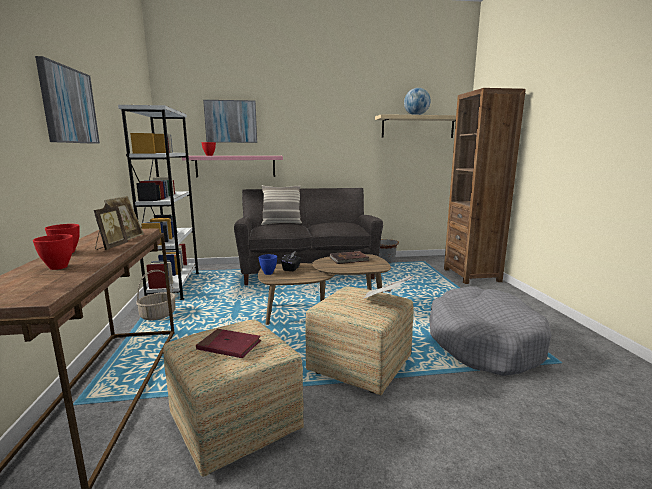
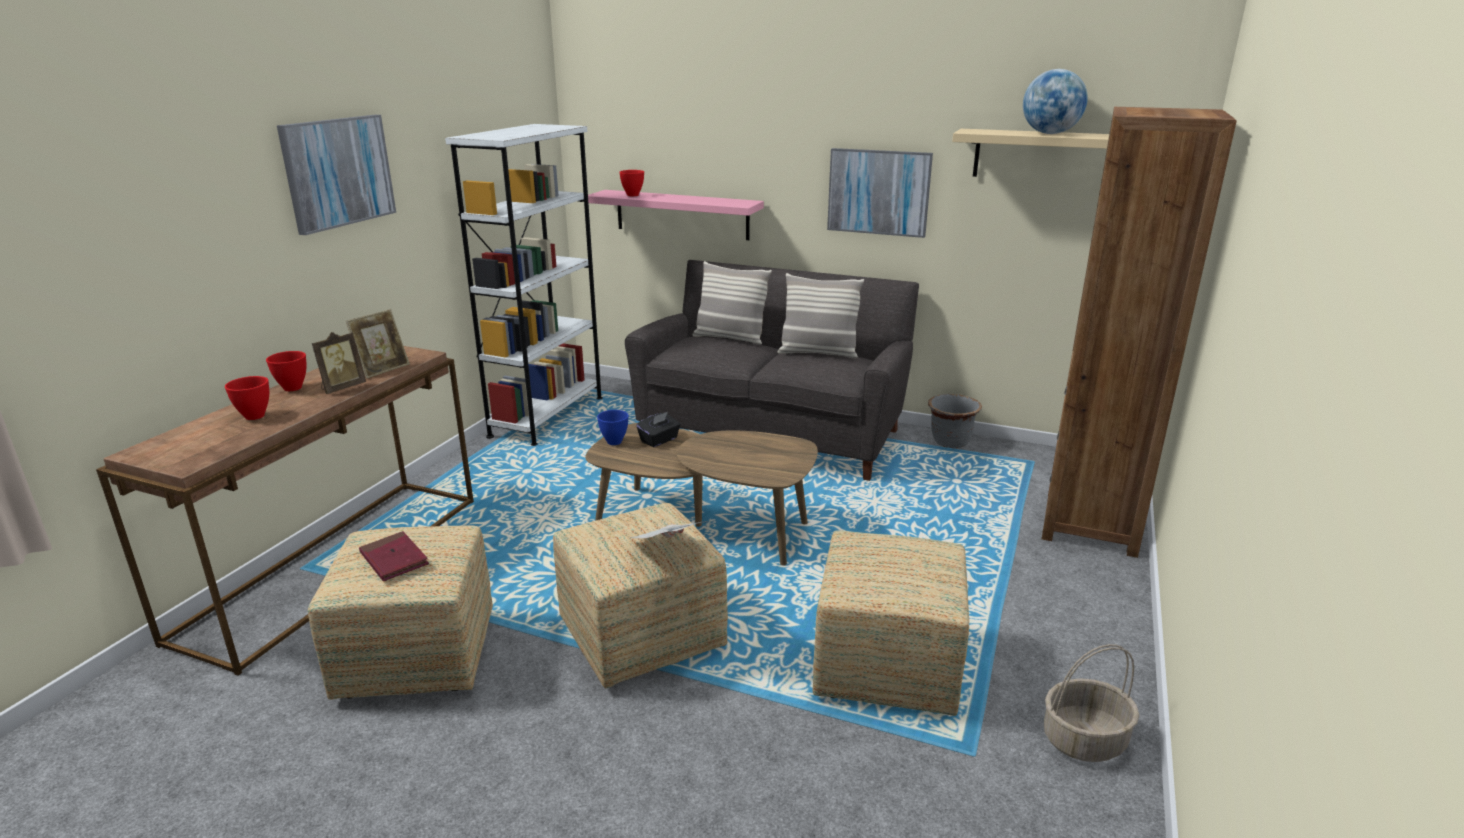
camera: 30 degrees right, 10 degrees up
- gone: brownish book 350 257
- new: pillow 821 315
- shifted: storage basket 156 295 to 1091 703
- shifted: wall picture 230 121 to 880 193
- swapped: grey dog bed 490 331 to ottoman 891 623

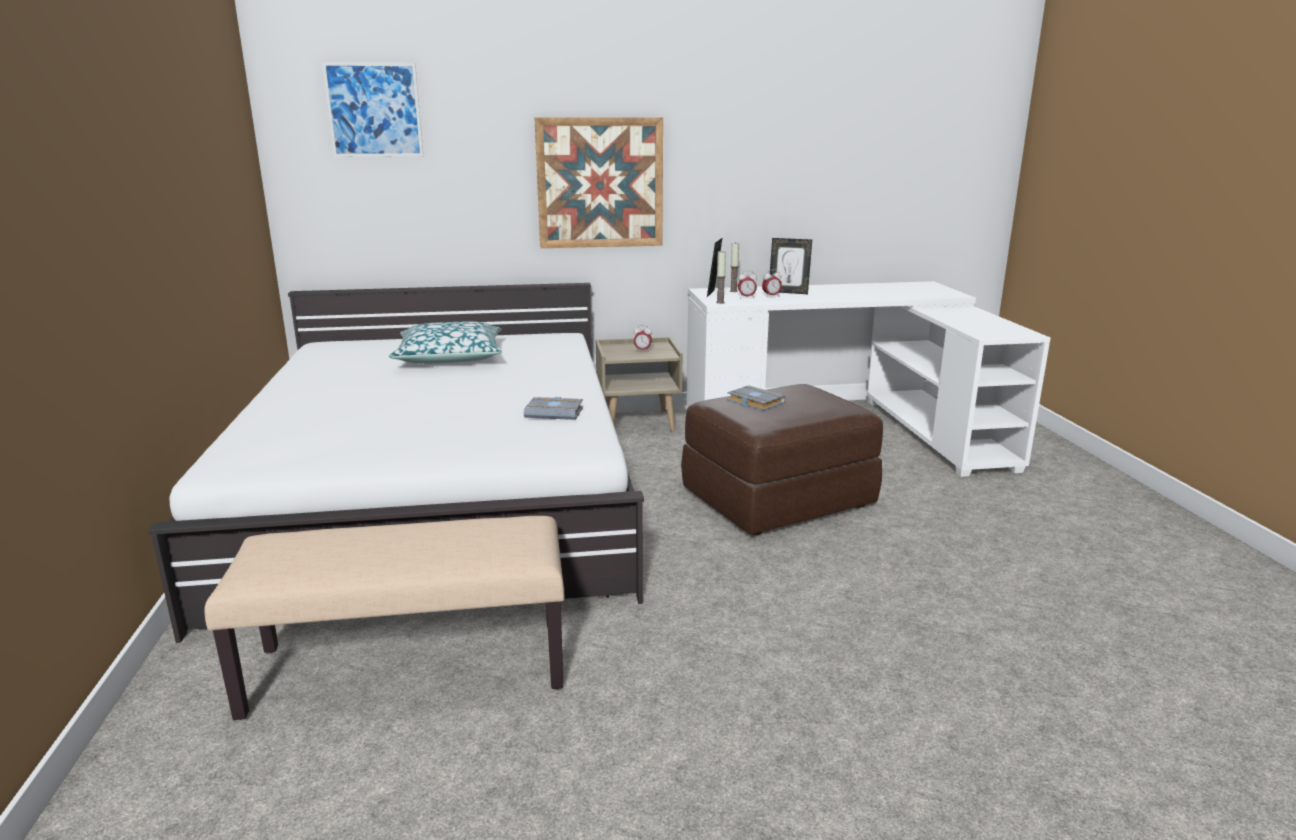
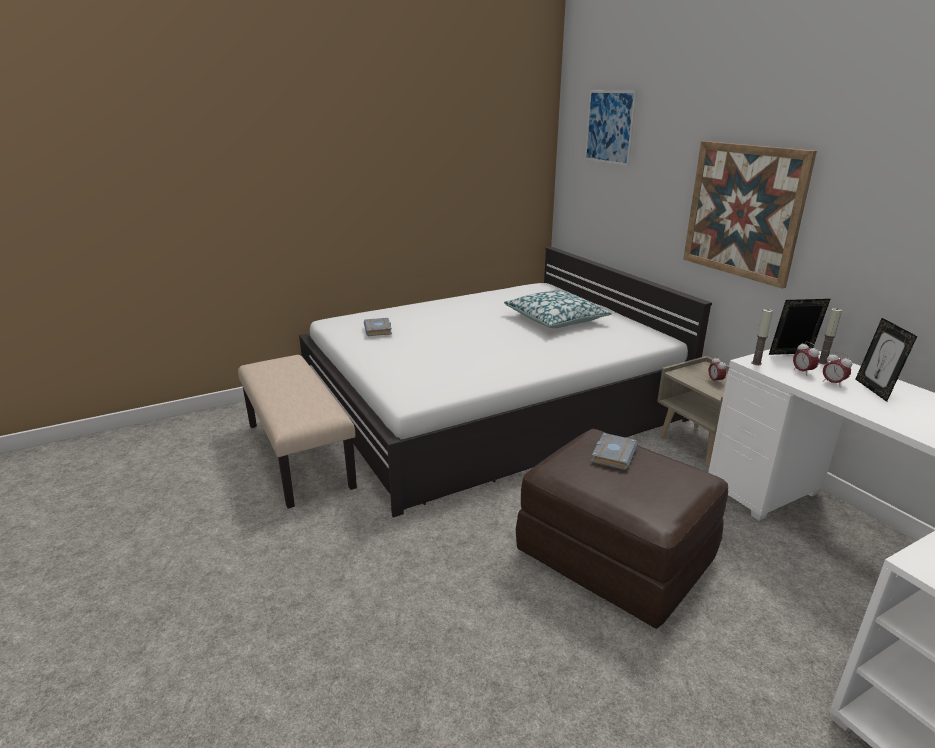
camera: 70 degrees right, 5 degrees up
- shifted: grey book 553 408 to 378 327

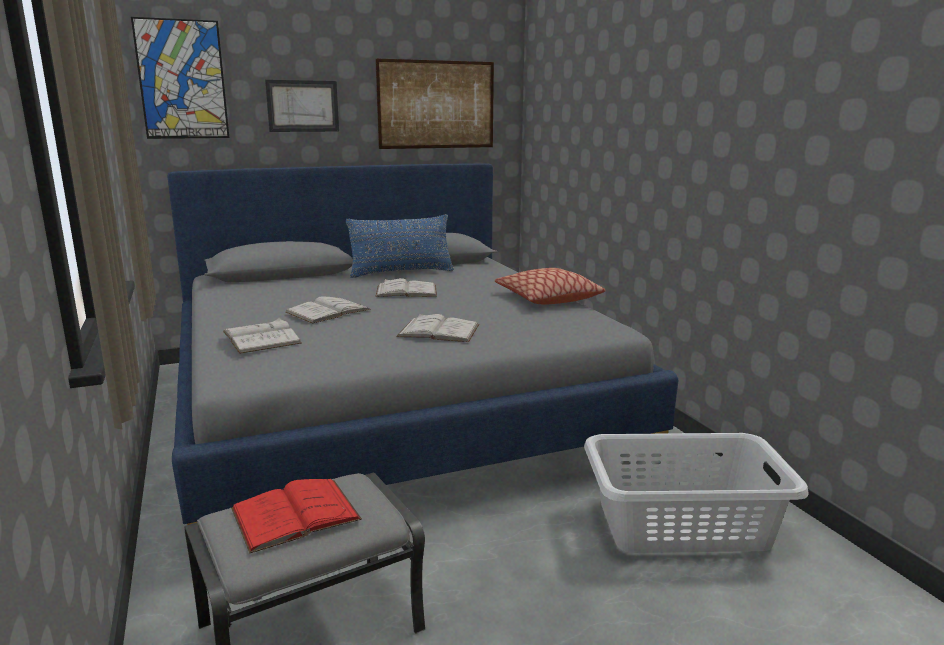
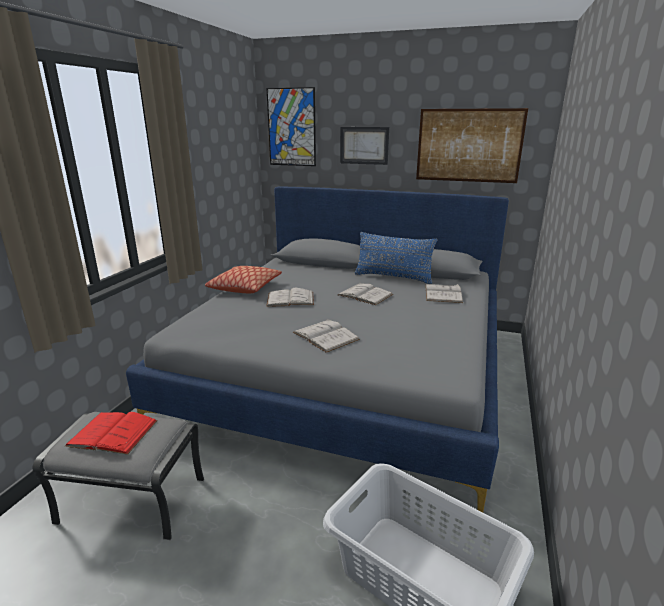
camera: 40 degrees right, 5 degrees up
- shifted: white book 262 335 to 444 293
- shifted: pillow 550 286 to 243 279

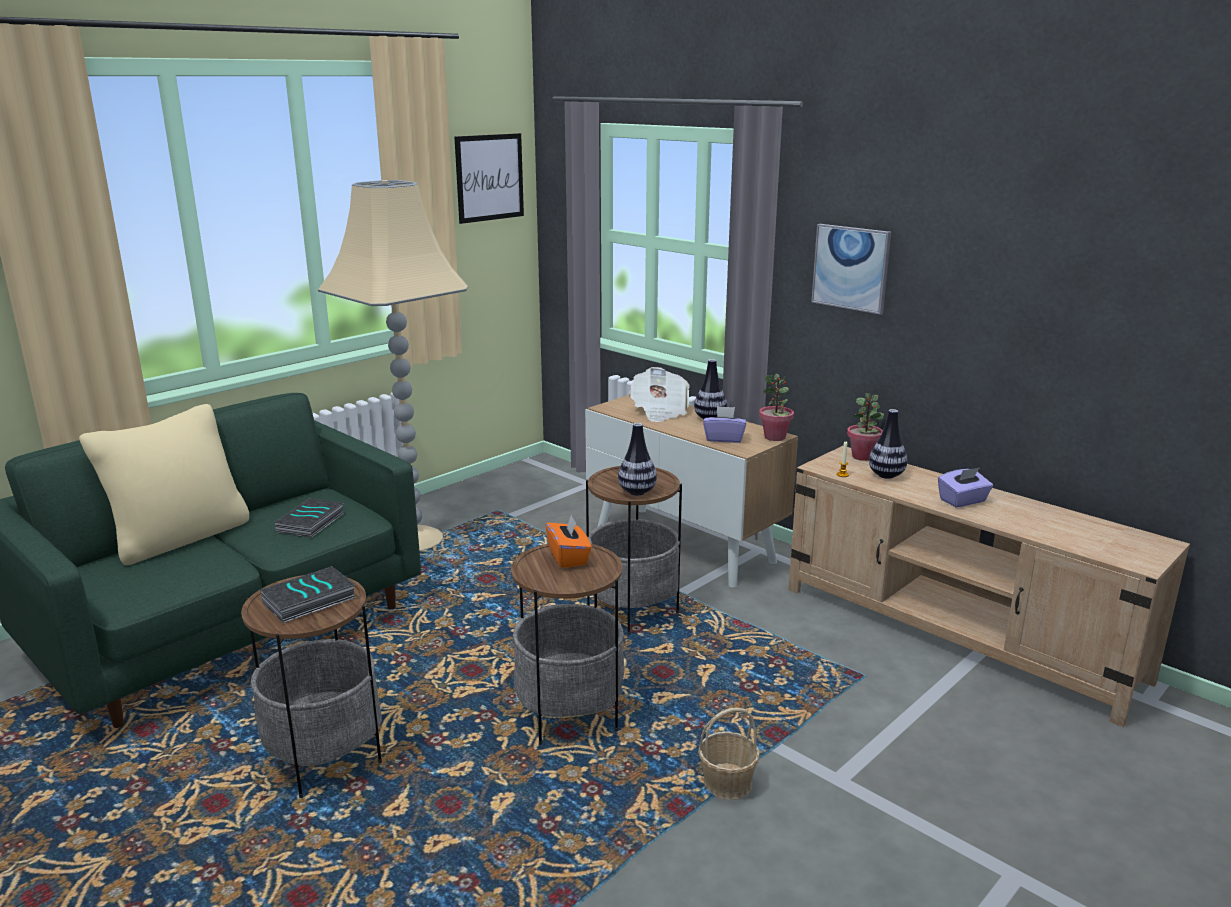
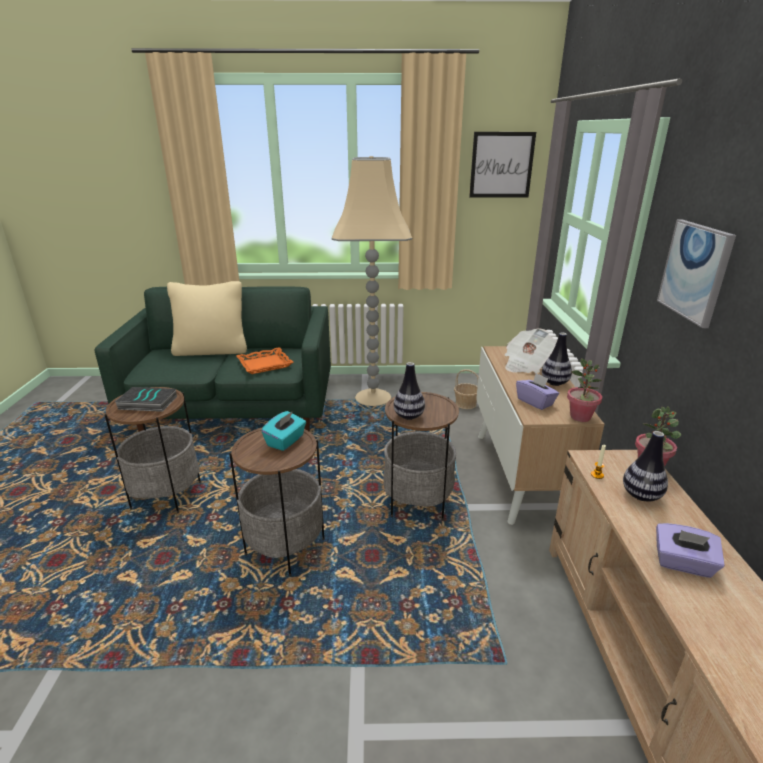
camera: 45 degrees right, 5 degrees up
- shifted: storage basket 729 754 to 466 389
- swapped: book 309 518 to orange-coloured tray 264 360
- repainted: orange-coloured tissue holder 568 541 to turquoise-coloured tissue holder 283 431

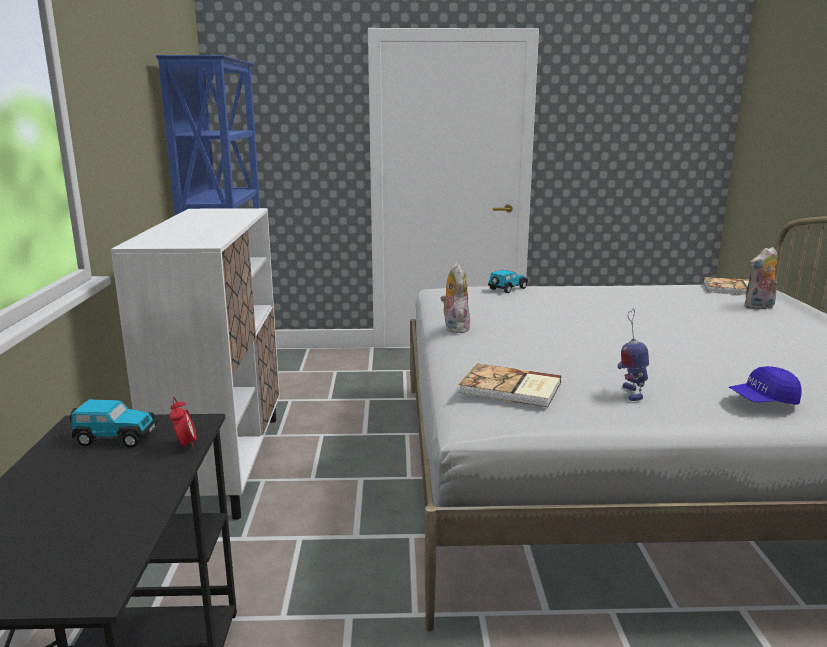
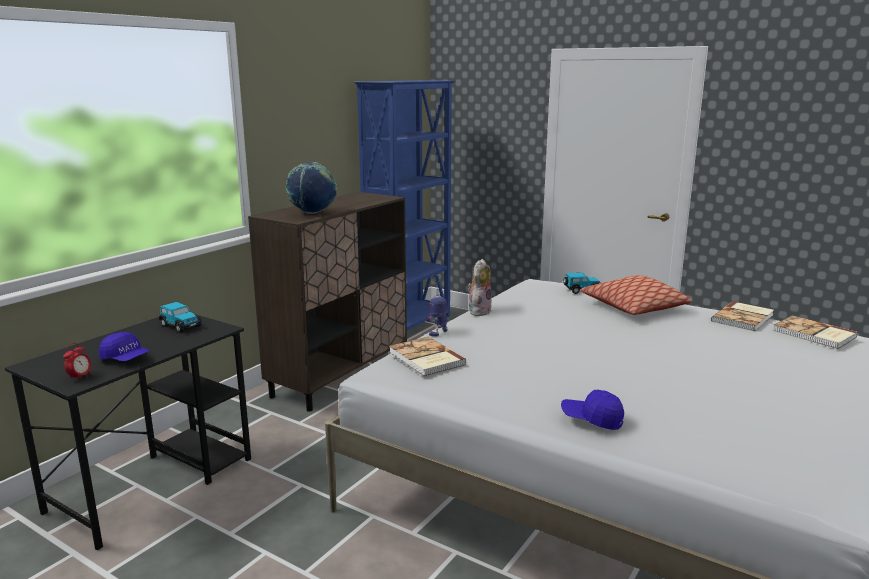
camera: 35 degrees right, 0 degrees up
- gone: cuddly toy 761 278
- new: blue peaked cap 124 346
- new: globe 311 188
- new: pillow 636 295
- new: book 742 316
- shifted: bedside clock 183 423 to 77 362
- shifted: toy robot 633 355 to 437 305
- repainted: white storage cabinet 195 364 to brownish storage cabinet 327 302

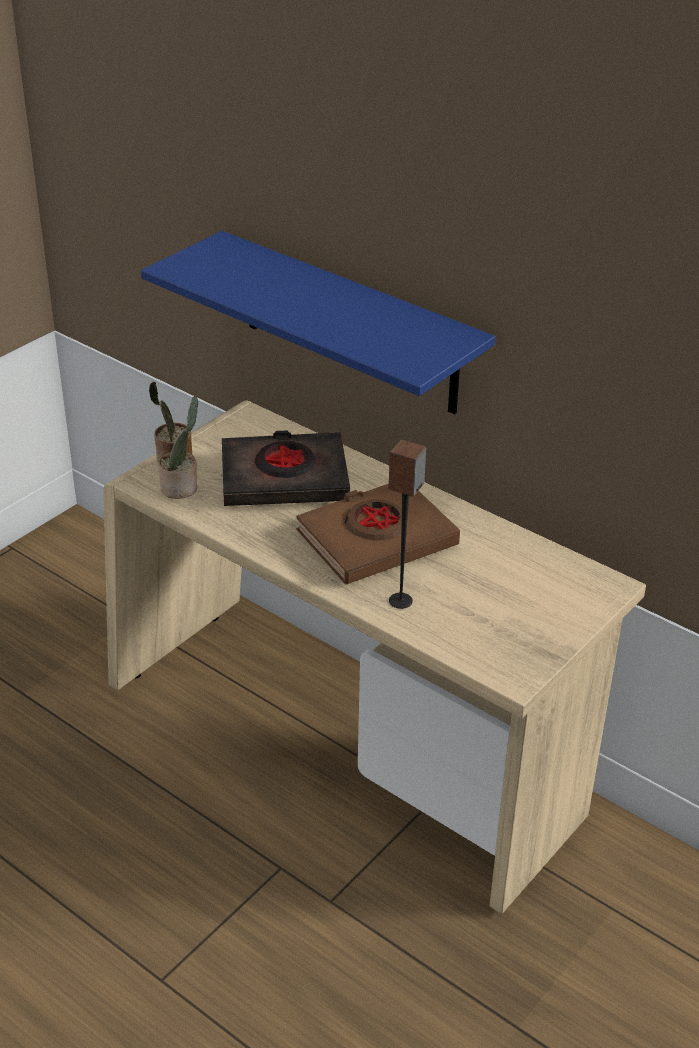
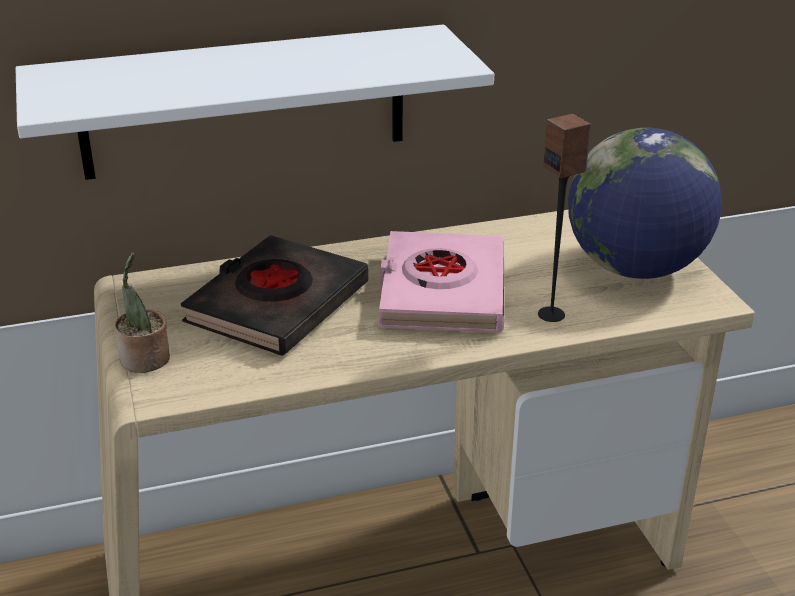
camera: 55 degrees left, 5 degrees down
- gone: plant in a pot 178 447
- new: globe 645 203
- repainted: blue shelf 318 322 to white shelf 254 102
- repainted: brownish book 378 534 to pink-coloured book 441 282

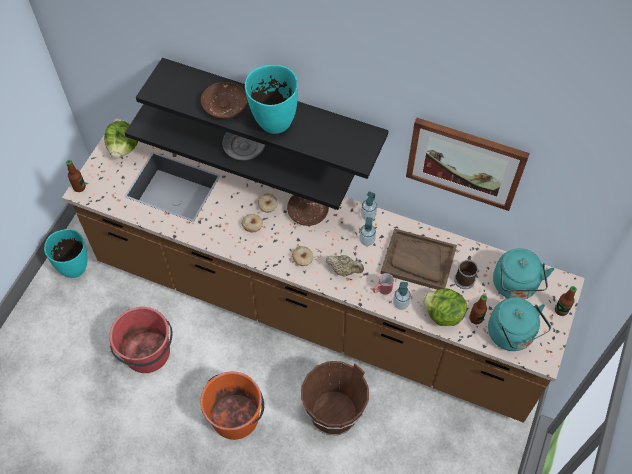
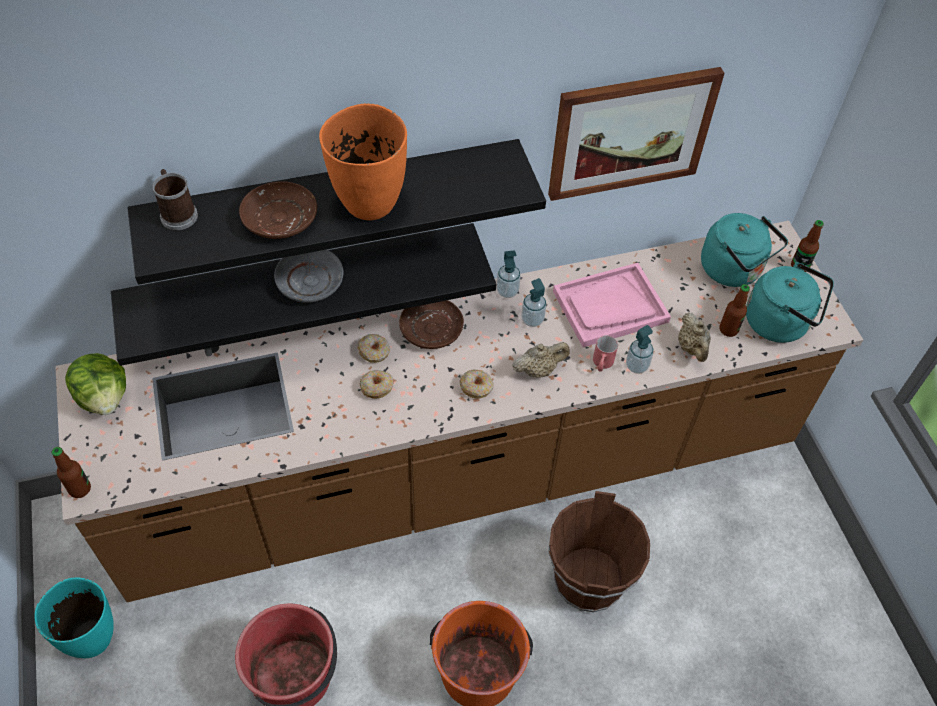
camera: 40 degrees left, 5 degrees down
- shifted: mug 466 272 to 175 199
- swapped: head of lettuce 445 307 to beige-coloured teapot 694 337
- repainted: turquoise-coloured flower vase 271 99 to orange-coloured flower vase 363 162
- repainted: brownish tray 418 259 to pink-coloured tray 612 305

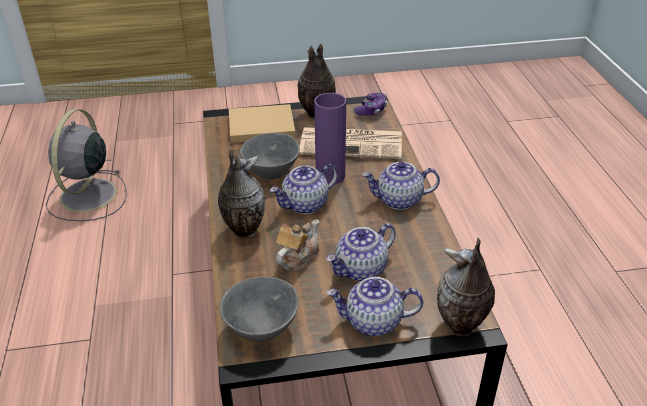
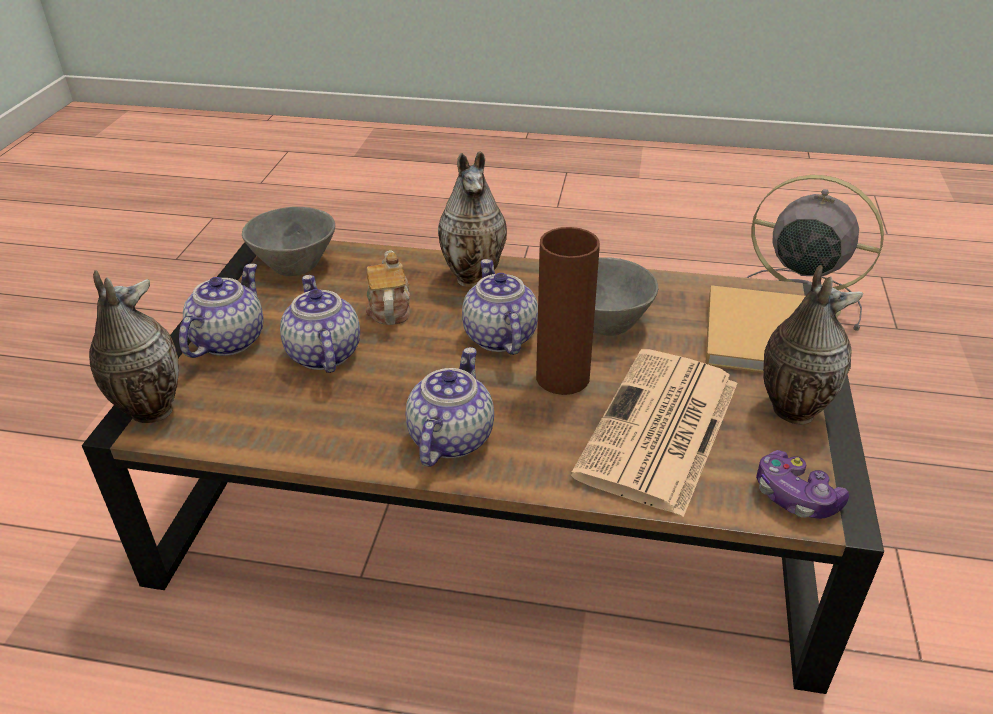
camera: 110 degrees right, 0 degrees up
- repainted: purplish flower vase 330 139 to brownish flower vase 568 311
- rotated: teapot 297 245 = 388 287 150 degrees counterclockwise

